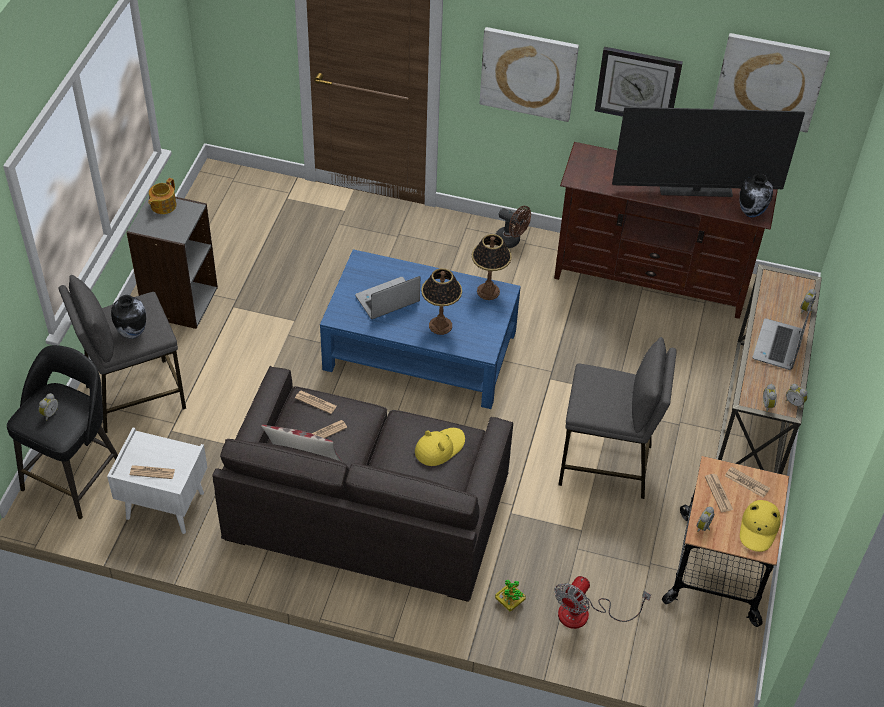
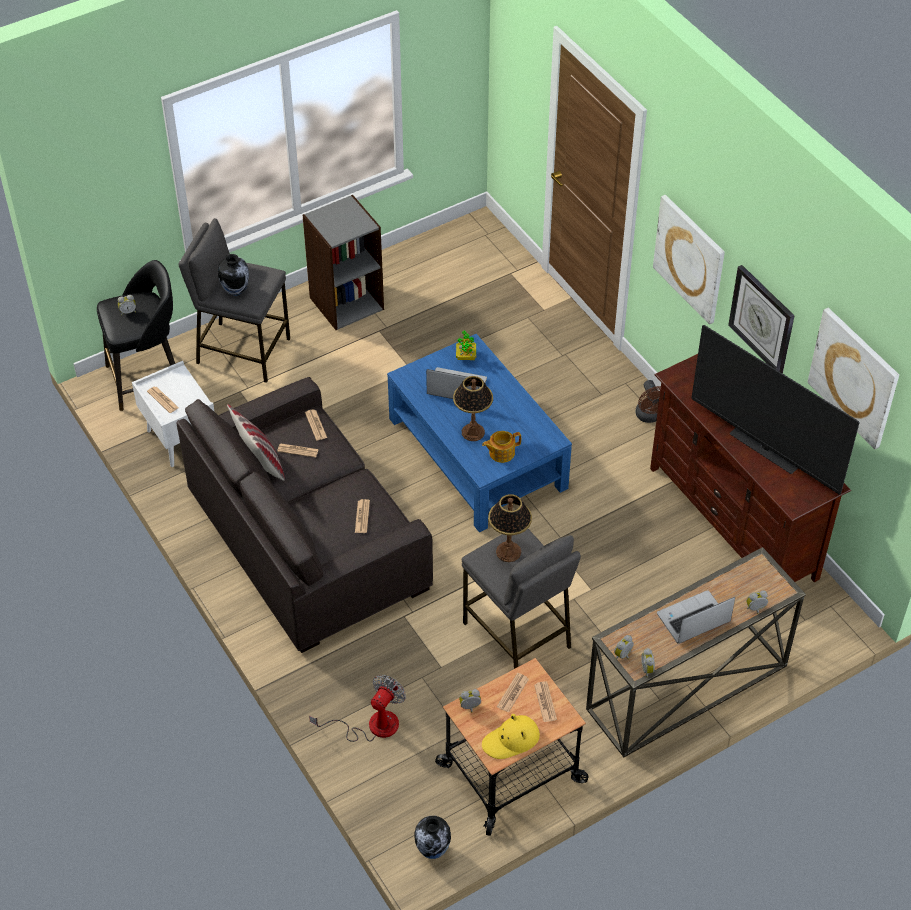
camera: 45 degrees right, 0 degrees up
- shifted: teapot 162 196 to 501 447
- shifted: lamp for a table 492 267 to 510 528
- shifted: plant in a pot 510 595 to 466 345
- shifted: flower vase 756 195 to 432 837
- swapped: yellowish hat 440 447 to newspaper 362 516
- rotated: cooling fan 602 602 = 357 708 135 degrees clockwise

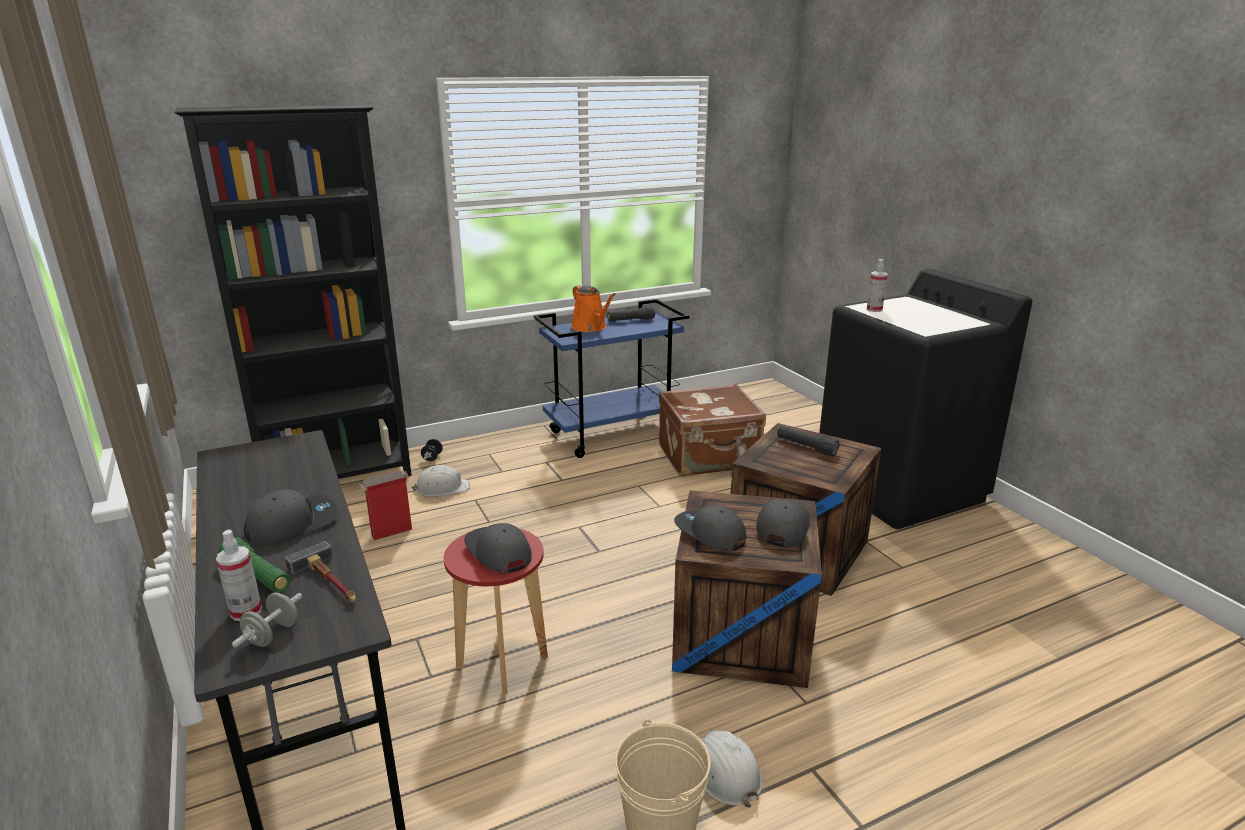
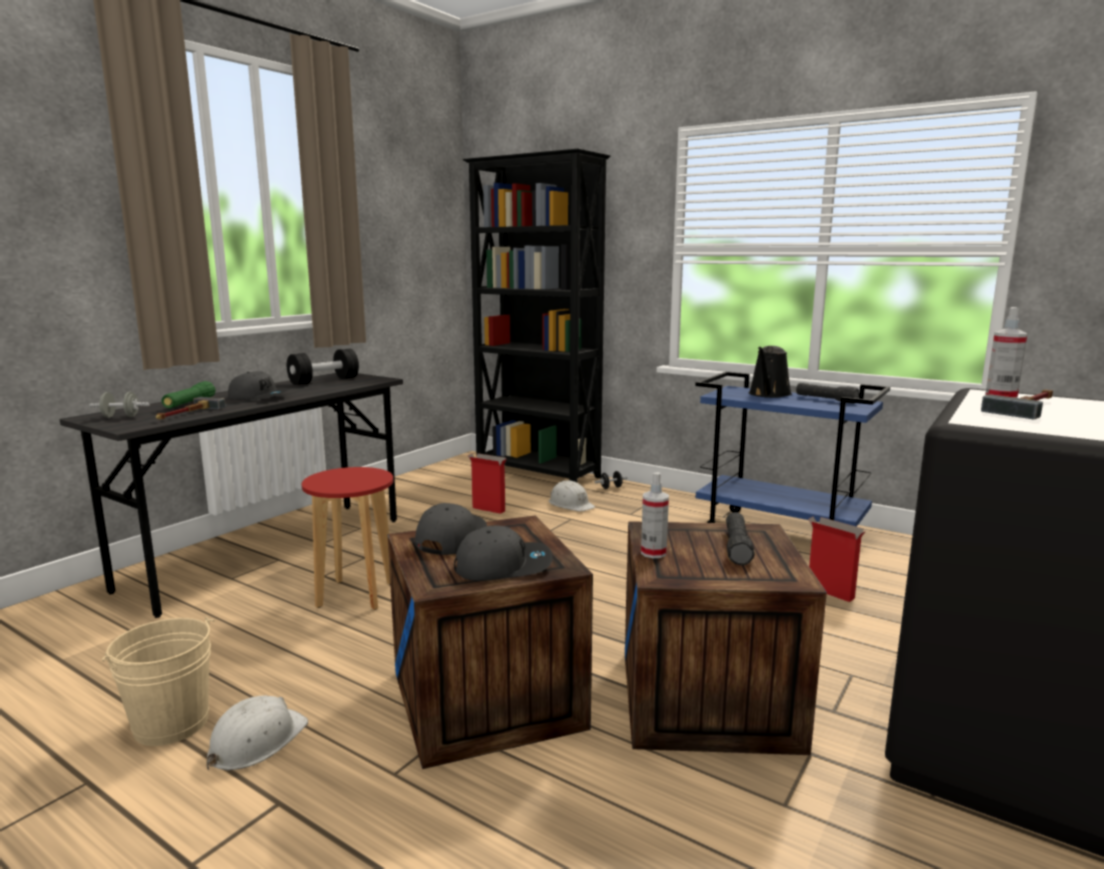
camera: 60 degrees right, 10 degrees down
- gone: grey peaked cap 498 548
- new: blackish dumbbell 323 367
- new: hammer 1017 404
- shifted: sprayer 239 575 to 655 515
- swapped: brownish piece of luggage 712 430 to cardboard box 837 559
- repainted: orange-coloured sprinkling can 593 308 to blackish sprinkling can 770 372

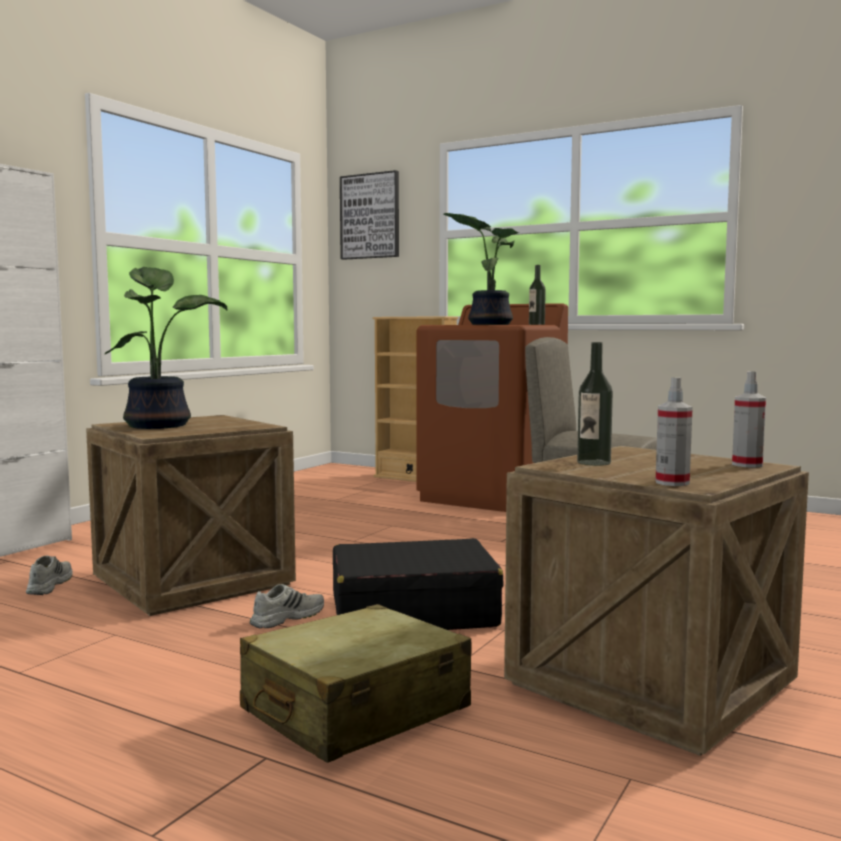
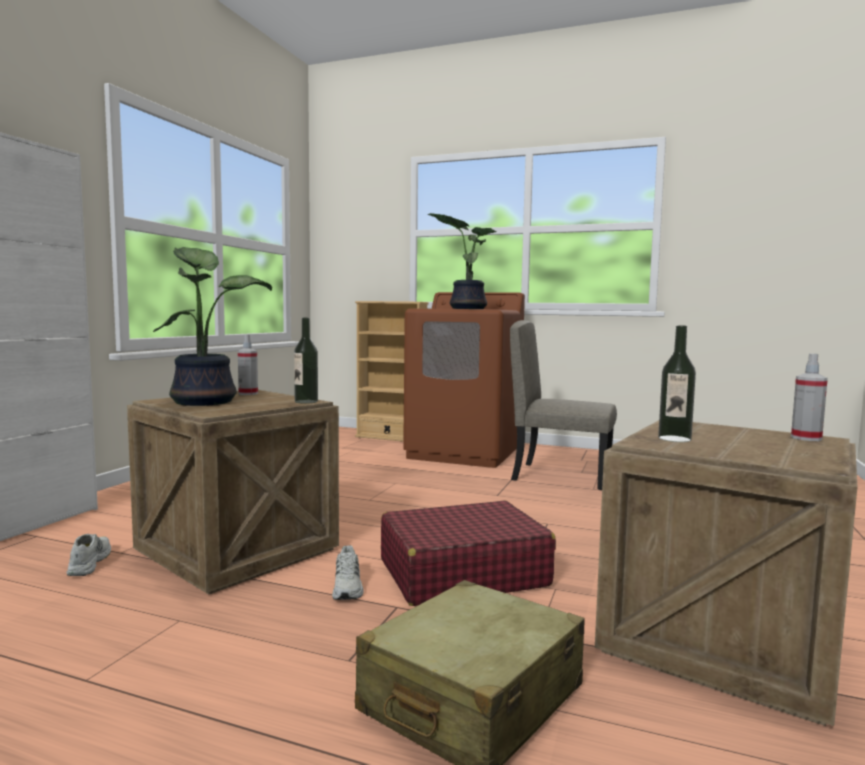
camera: 10 degrees left, 0 degrees up
- gone: wall picture 369 215
- shifted: beverage bottle 537 295 to 306 361
- shifted: sprayer 674 431 to 248 365
- repainted: blackish piece of luggage 418 584 to reddish piece of luggage 468 553
- rotated: white item of footwear 287 606 = 348 572 135 degrees clockwise

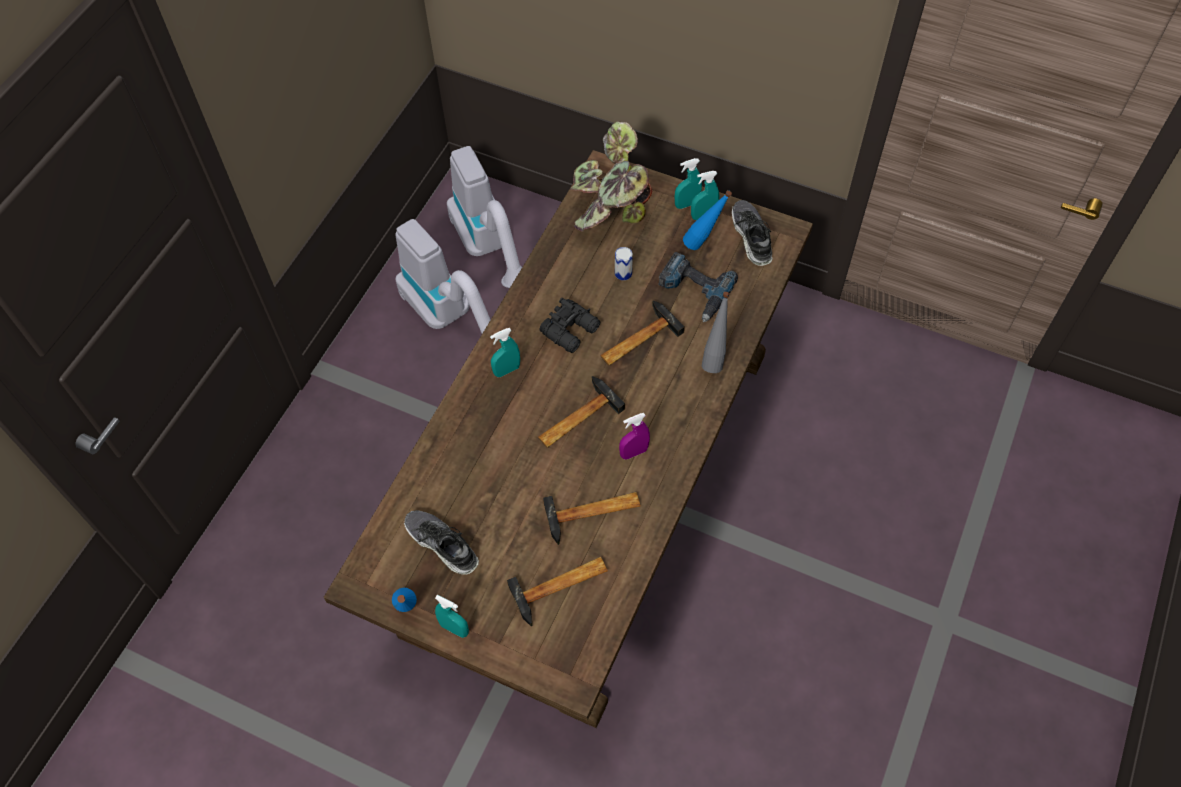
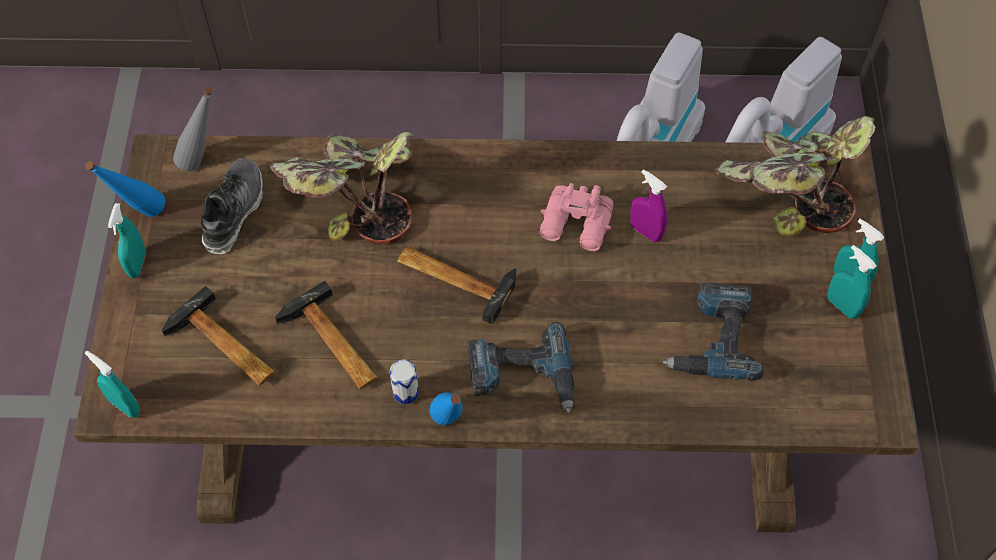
camera: 65 degrees right, 0 degrees up
- gone: hammer 642 333
- gone: item of footwear 752 233
- new: plant in a pot 342 188
- new: drill 521 367
- shifted: turquoise-coloured sprayer 505 352 to 112 384
- shifted: sealed can 624 263 to 404 381
- shifted: purplish sprayer 634 436 to 648 205
- shifted: blue beverage bottle 707 220 to 446 408
- shifted: grey beverage bottle 716 332 to 193 128
- repainted: blackish field glasses 570 325 to pink-coloured field glasses 577 217

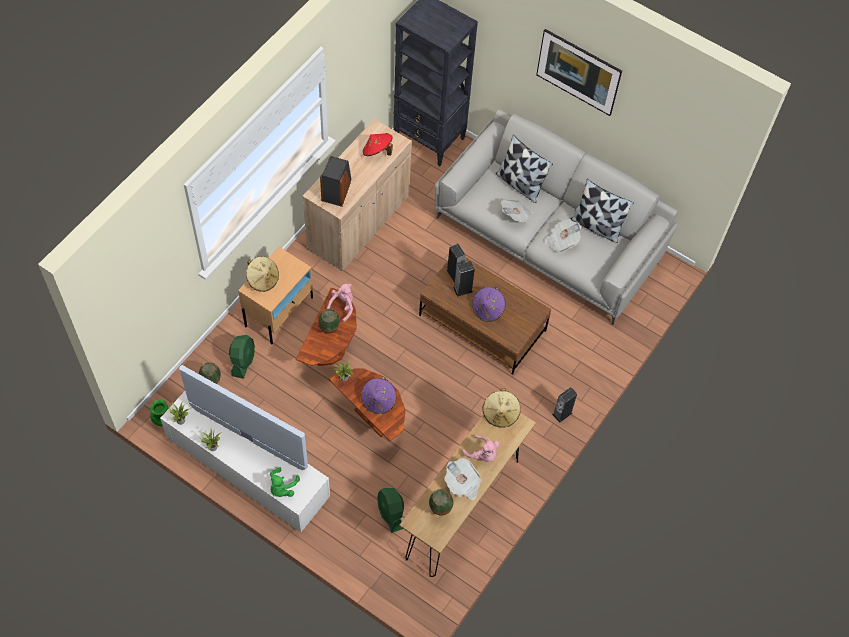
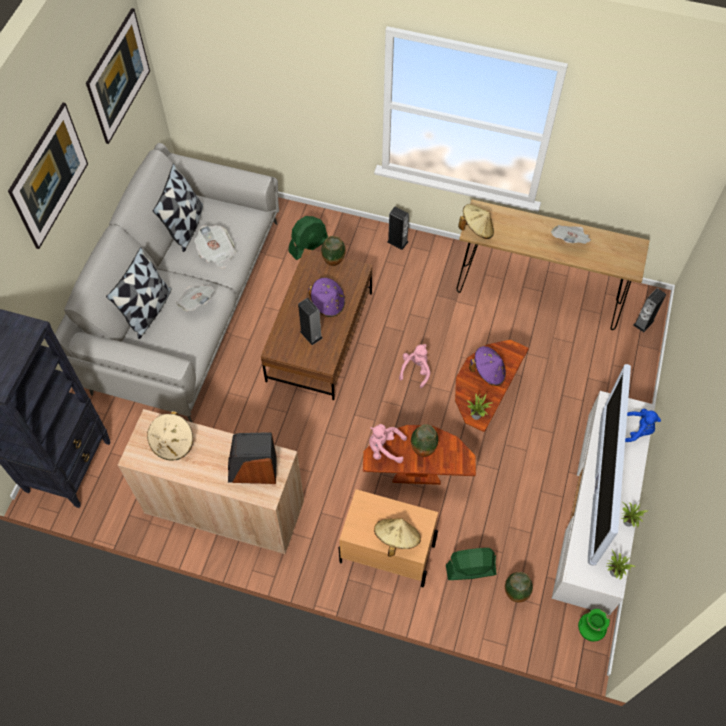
camera: 105 degrees left, 0 degrees up
- new: wall picture 118 76
- shifted: green cooling fan 390 510 to 308 238
- shifted: flower vase 441 502 to 333 251
- shifted: loudspeaker 456 263 to 649 310
- shifted: pink-coloured cuddly toy 480 448 to 415 366
- repainted: green cuddly toy 285 482 to blue cuddly toy 643 425
- repainted: reddish hat 378 144 to beige-coloured hat 170 436

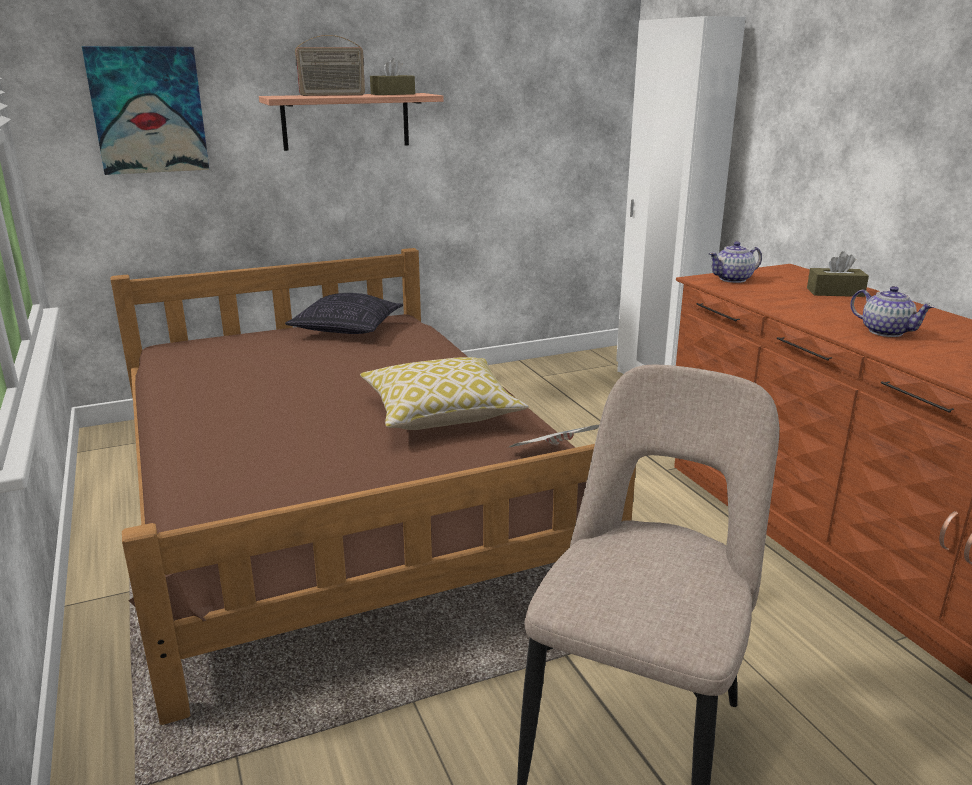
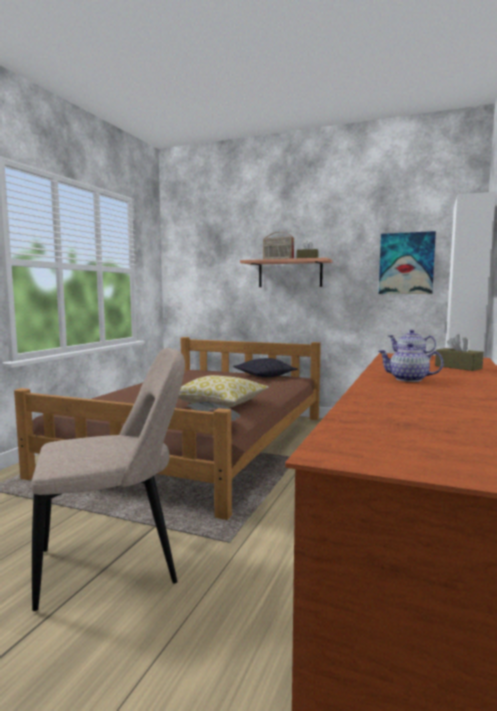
camera: 45 degrees right, 15 degrees down
- shifted: wall picture 145 110 to 407 262
- rotated: teapot 892 311 = 411 362 105 degrees clockwise

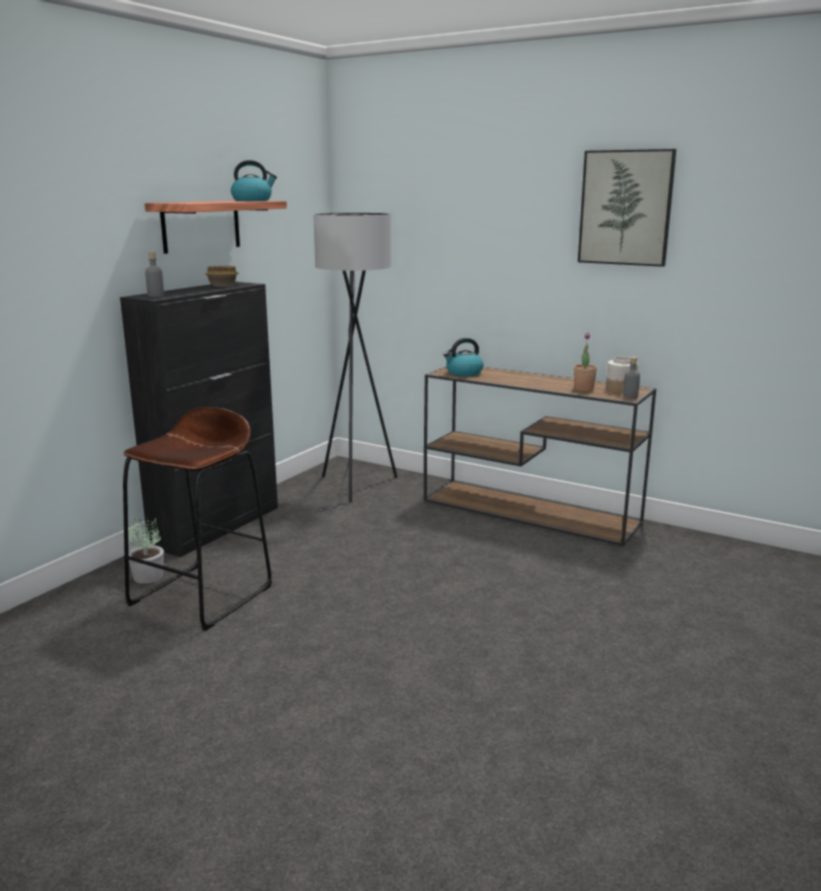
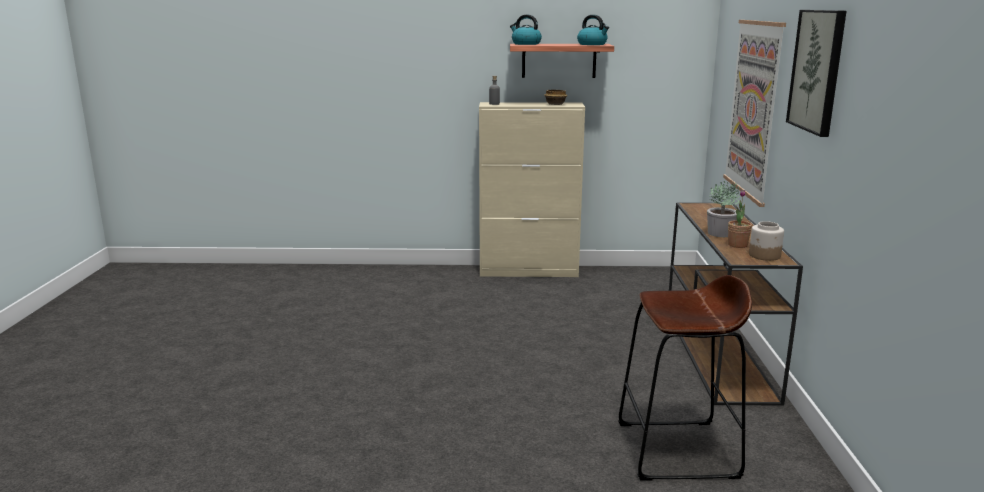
camera: 60 degrees right, 0 degrees up
- gone: grey standard lamp 355 362
- gone: grey beverage bottle 631 378
- new: wall picture 754 113
- shifted: brownish stool 197 519 to 685 378
- shifted: plant in a pot 146 550 to 723 209
- shifted: tea kettle 463 357 to 526 30
- repainted: blackish storage cabinet 199 419 to beige-coloured storage cabinet 532 189

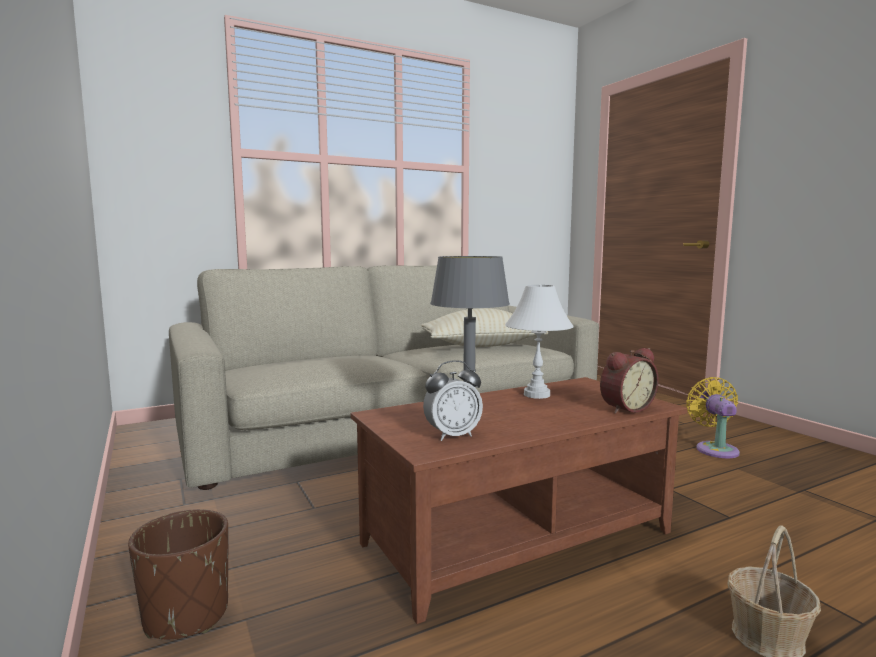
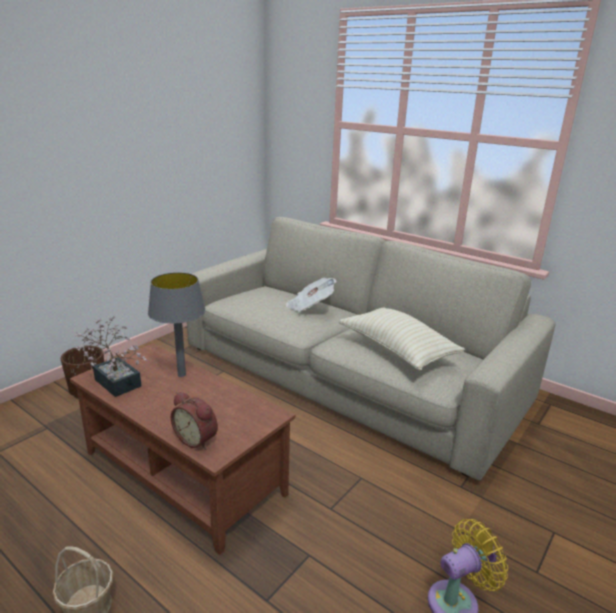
camera: 65 degrees right, 15 degrees up
- gone: white lamp for a table 539 342
- new: newspaper 311 295
- swapped: bedside clock 453 400 to plant in a pot 110 356

